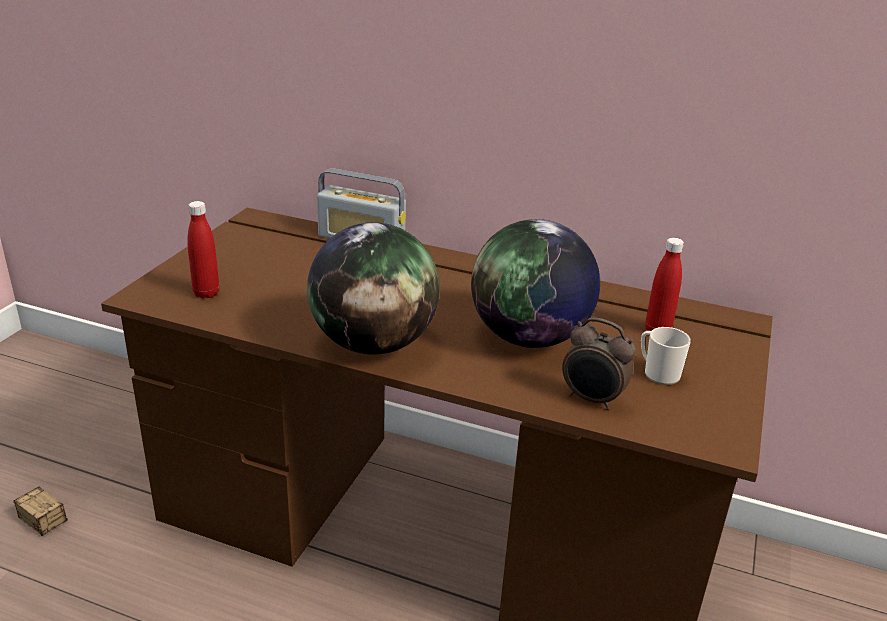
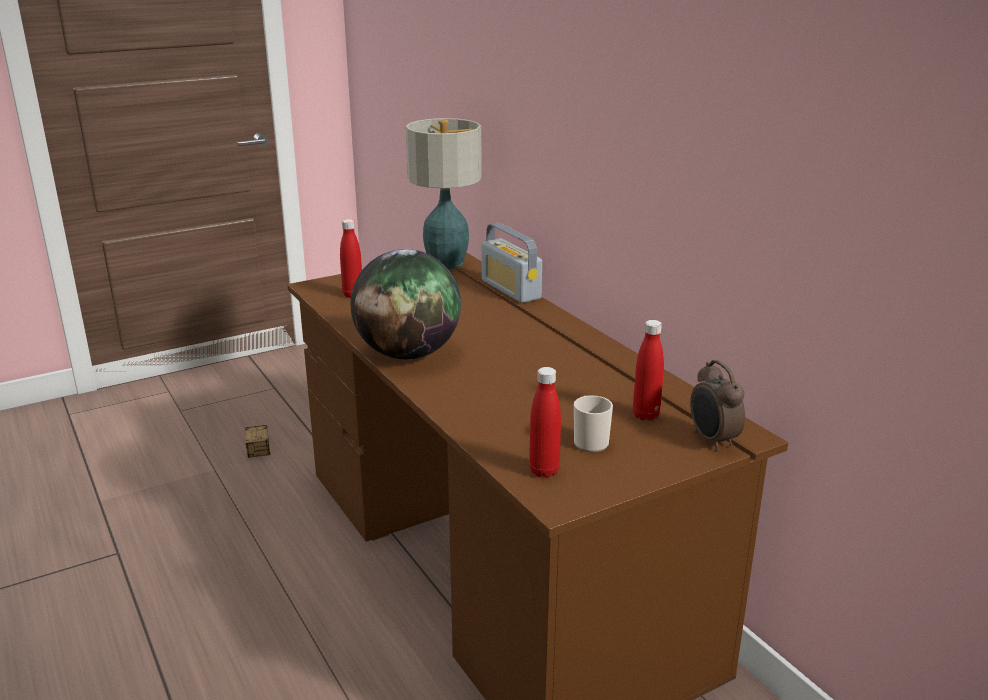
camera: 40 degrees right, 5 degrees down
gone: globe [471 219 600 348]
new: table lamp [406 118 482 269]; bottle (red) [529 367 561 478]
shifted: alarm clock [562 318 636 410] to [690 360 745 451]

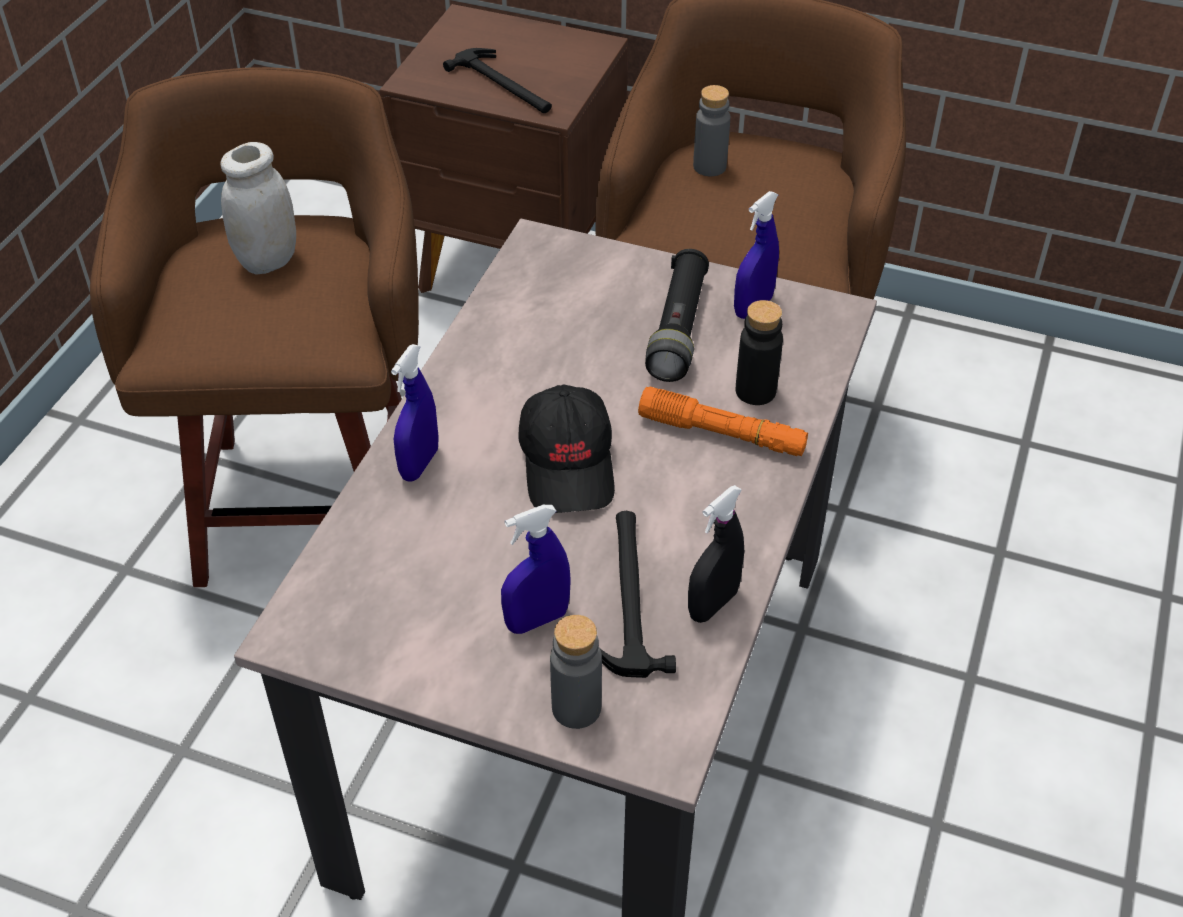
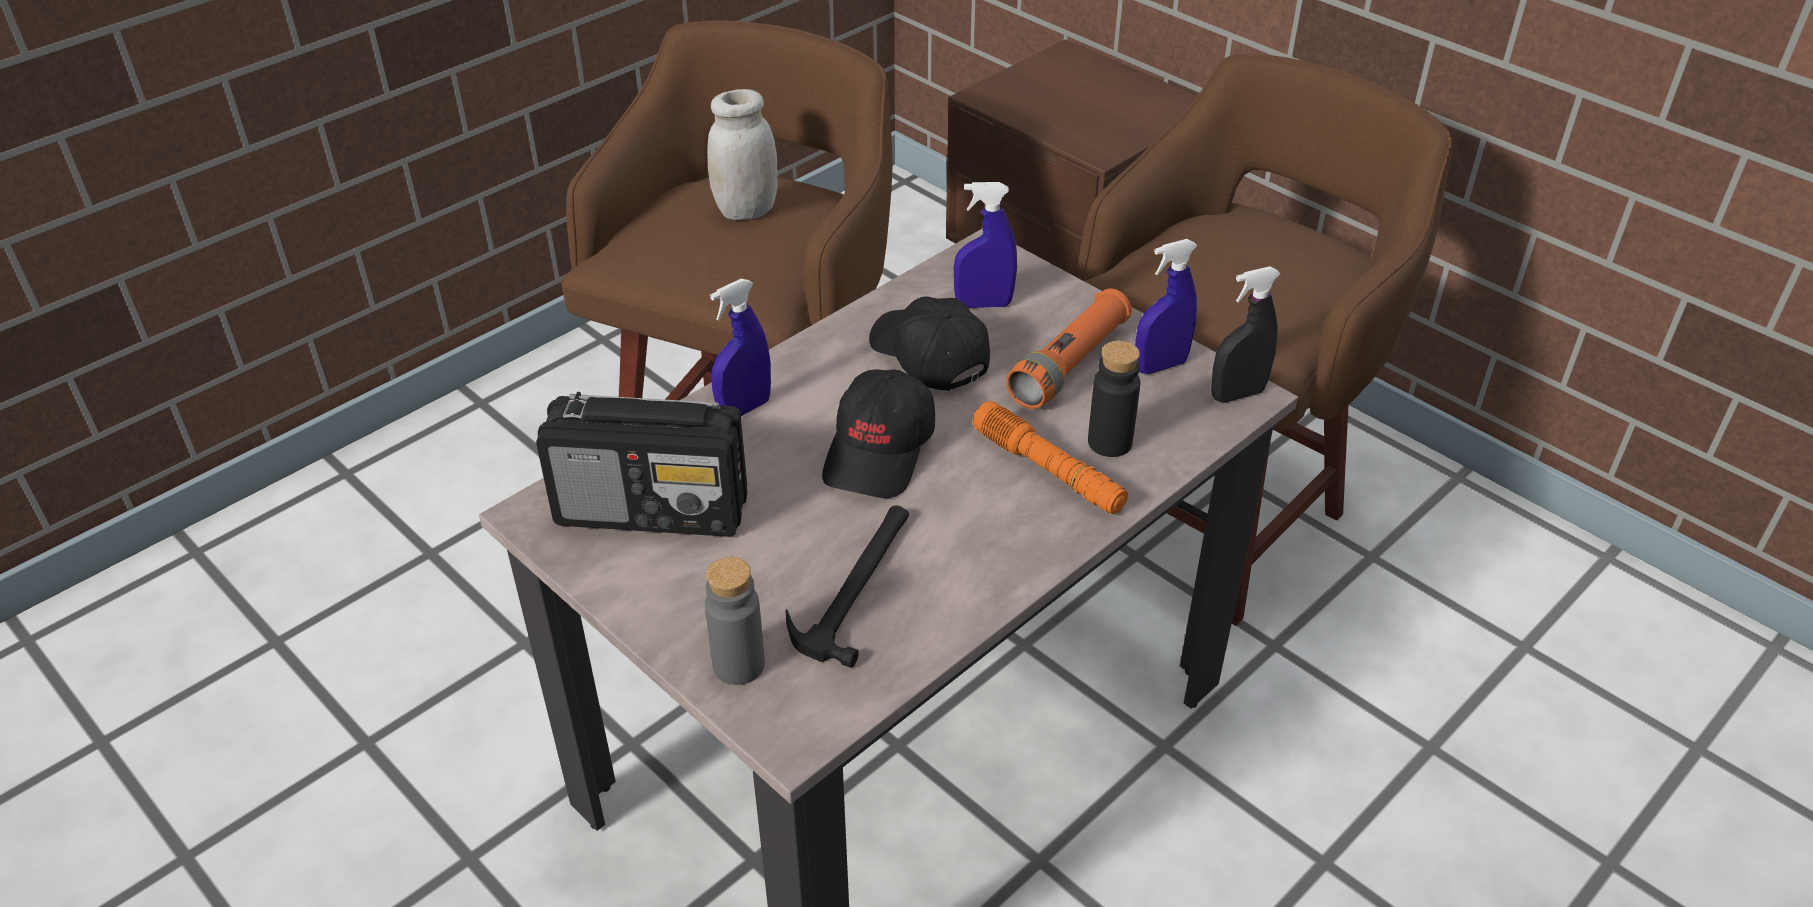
camera: 25 degrees right, 5 degrees down
gone: hammer [443 48 552 113]; bottle (grey) [693 85 730 176]
new: radio [536 392 747 537]; cap (black) [869 297 990 391]
shifted: spray bottle (blue) [501 505 571 634] to [954 182 1017 308]; spray bottle (black) [688 485 744 623] to [1211 266 1281 402]
repainted: flashlight (black) [645 249 709 382] to flashlight (orange) [1006 288 1132 409]

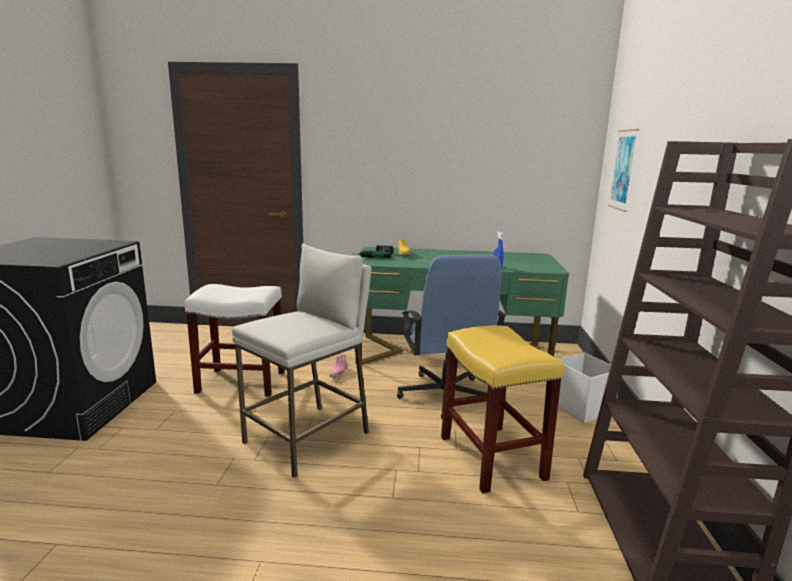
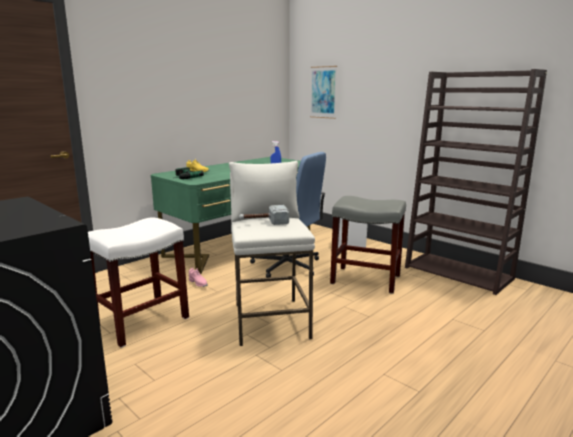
camera: 50 degrees left, 0 degrees up
new: hammer [239 205 289 225]
repainted: stool (yellow) [441 325 564 494] to stool (grey) [330 196 406 294]

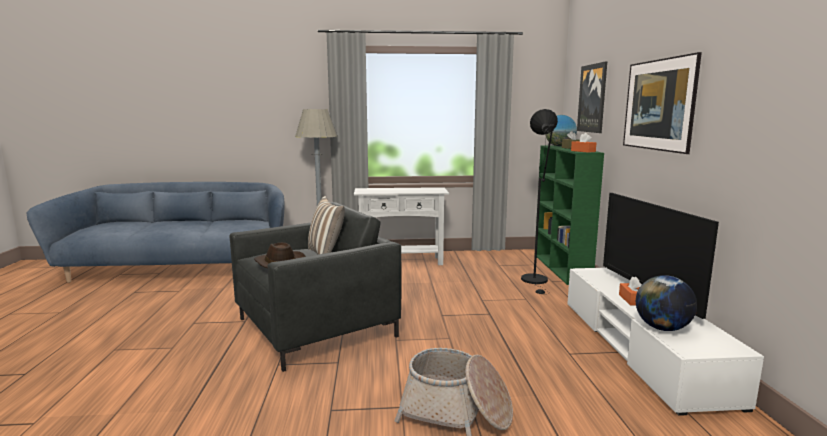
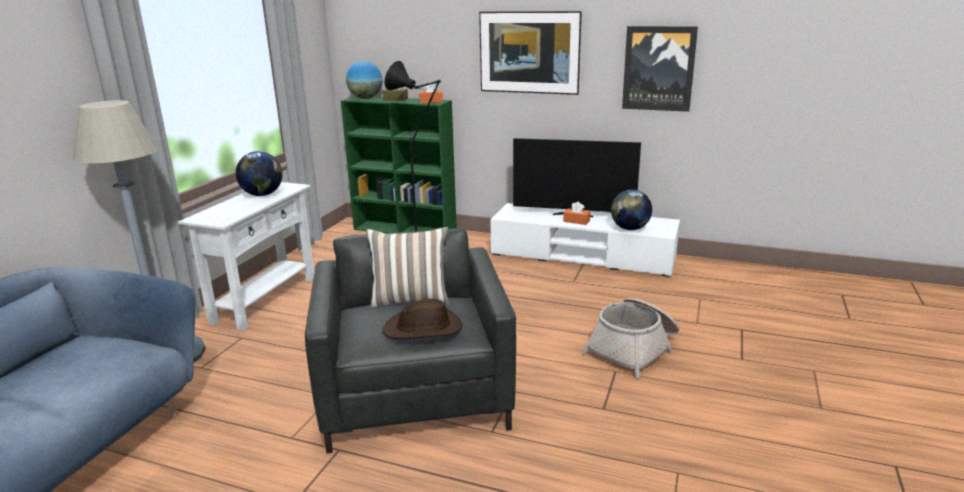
camera: 65 degrees left, 10 degrees up
new: globe [236 151 283 196]
shifted: picture [577 61 607 133] to [622 26 698 112]

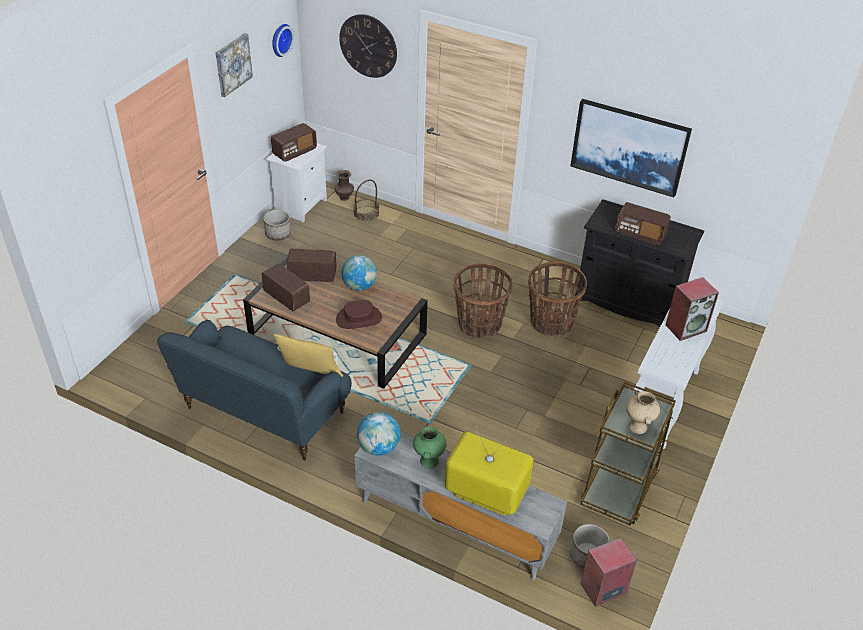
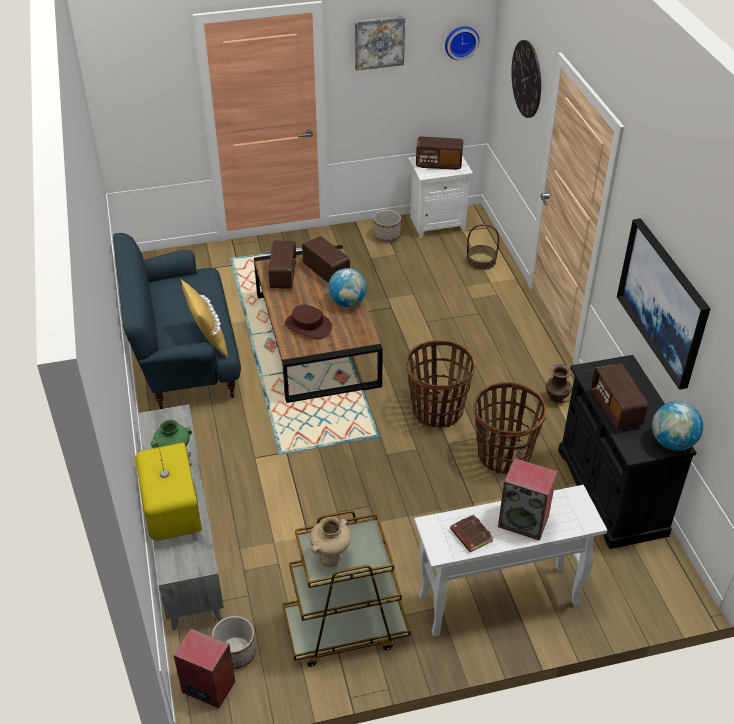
camera: 50 degrees right, 0 degrees up
new: book (brown) [450 514 494 552]
shifted: vase (brown) [335 170 354 201] to [546 364 572 403]; globe [357 412 400 456] to [652 401 703 451]

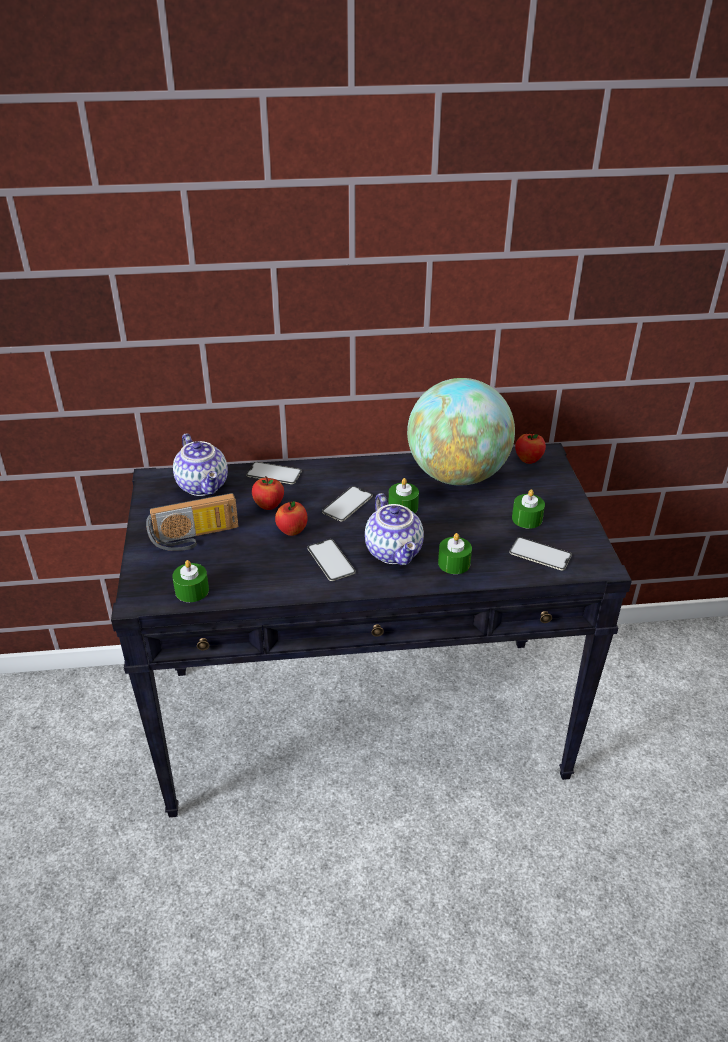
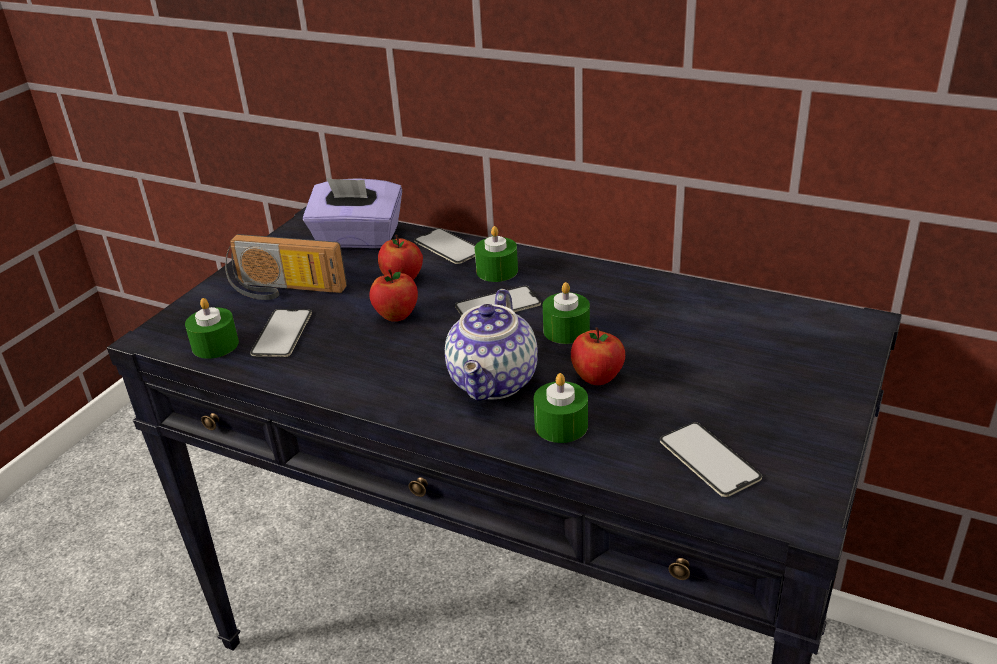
camera: 35 degrees right, 5 degrees down
gone: globe [407 378 515 485]
shifted: phone [307 539 356 581] to [250 309 312 357]; candle (green) [512 489 545 529] to [475 226 518 282]; apple [515 432 546 464] to [571 327 625 385]
swapped: teapot [173 433 228 496] to tissue box (purple) [303 178 402 248]

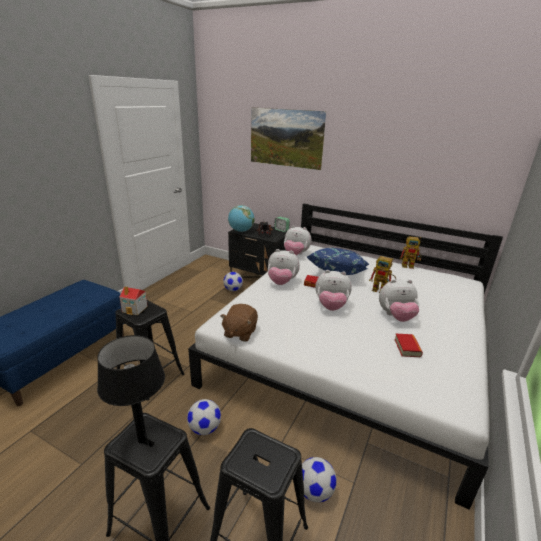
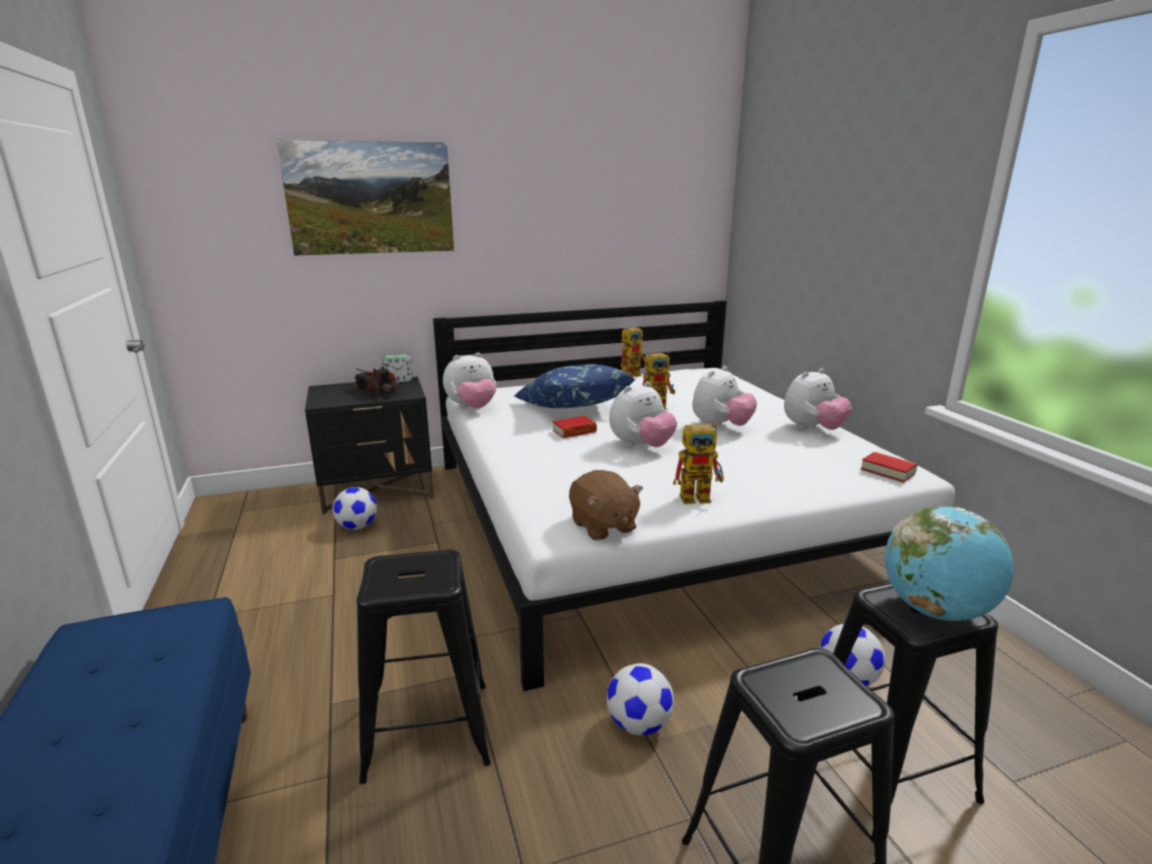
camera: 45 degrees left, 5 degrees down
gone: table lamp (black) [97 335 165 443]; toy house [119 286 148 315]
new: toy robot [673 422 724 504]
shifted: plush toy [268 249 300 285] to [784 368 852 430]; book [394 334 423 357] to [861 452 917 483]; globe [228 205 254 232] to [885 506 1014 621]

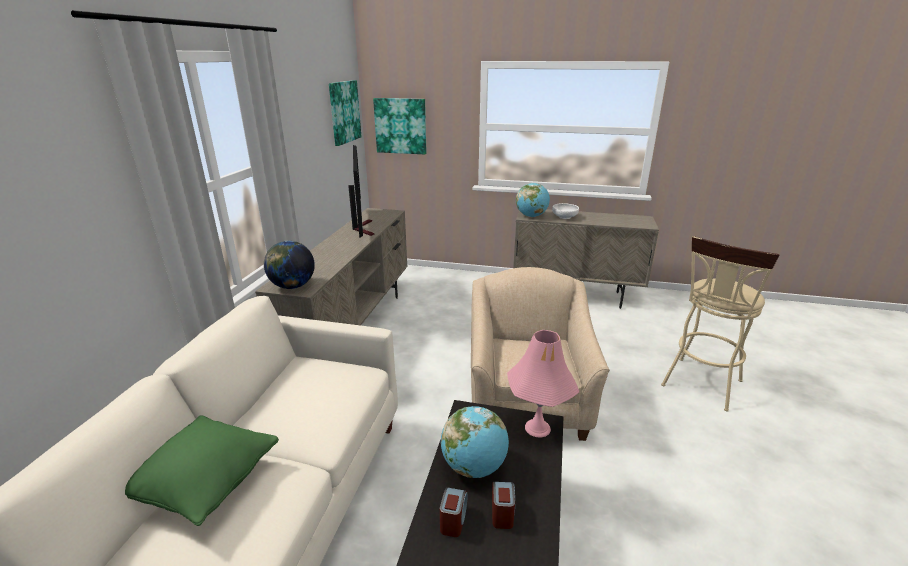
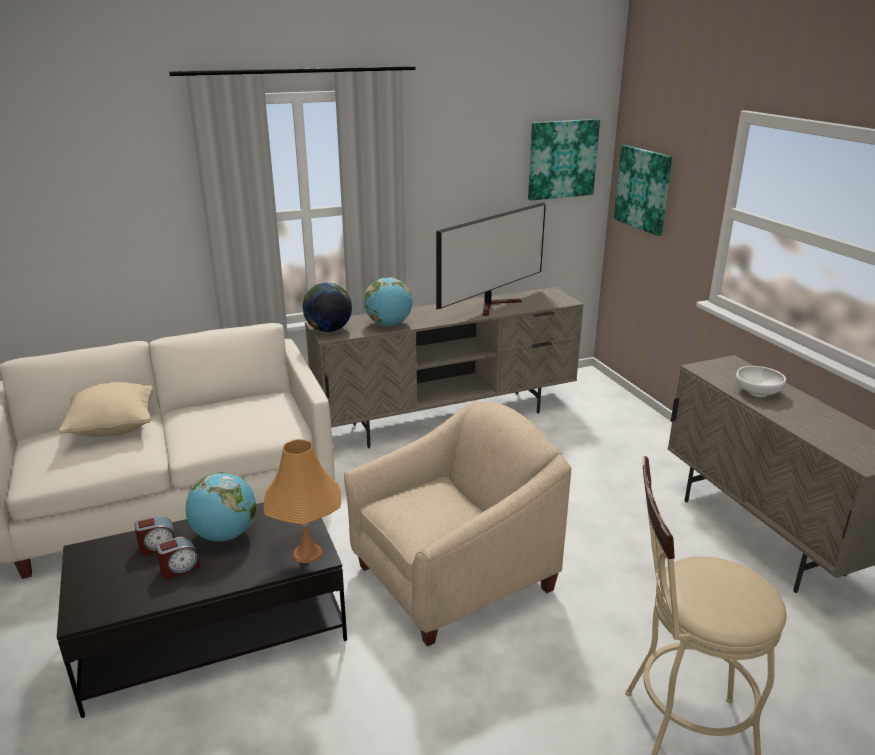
camera: 55 degrees right, 0 degrees up
shifted: globe [516 183 550 217] to [364 277 412 326]
repainted: pillow (green) [125 415 279 526] to pillow (beige) [59 382 154 437]; table lamp (pink) [507 330 579 438] to table lamp (orange) [264 439 341 563]

